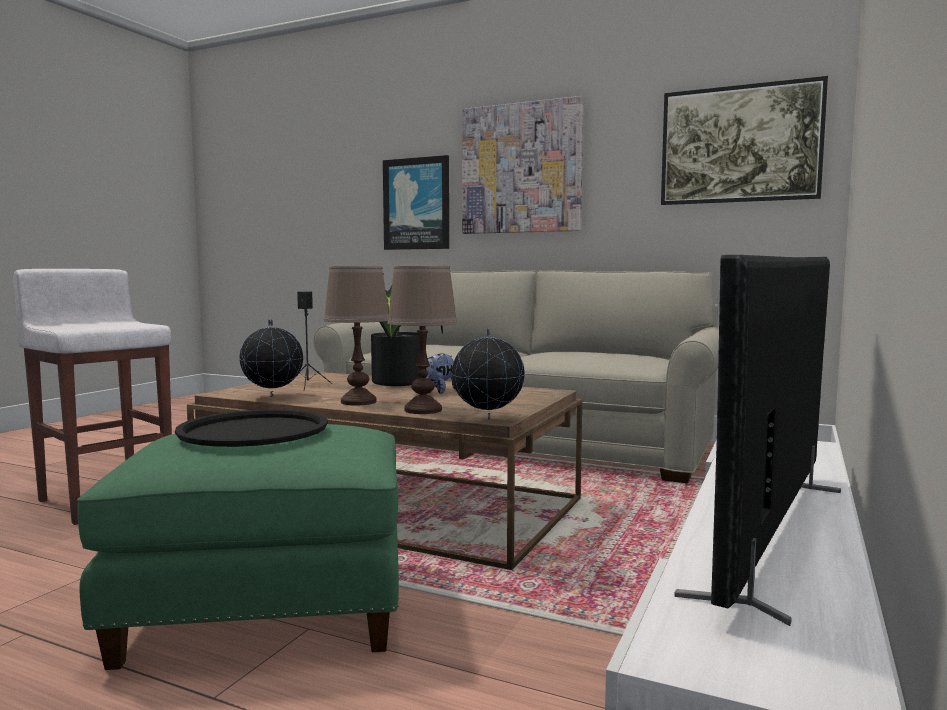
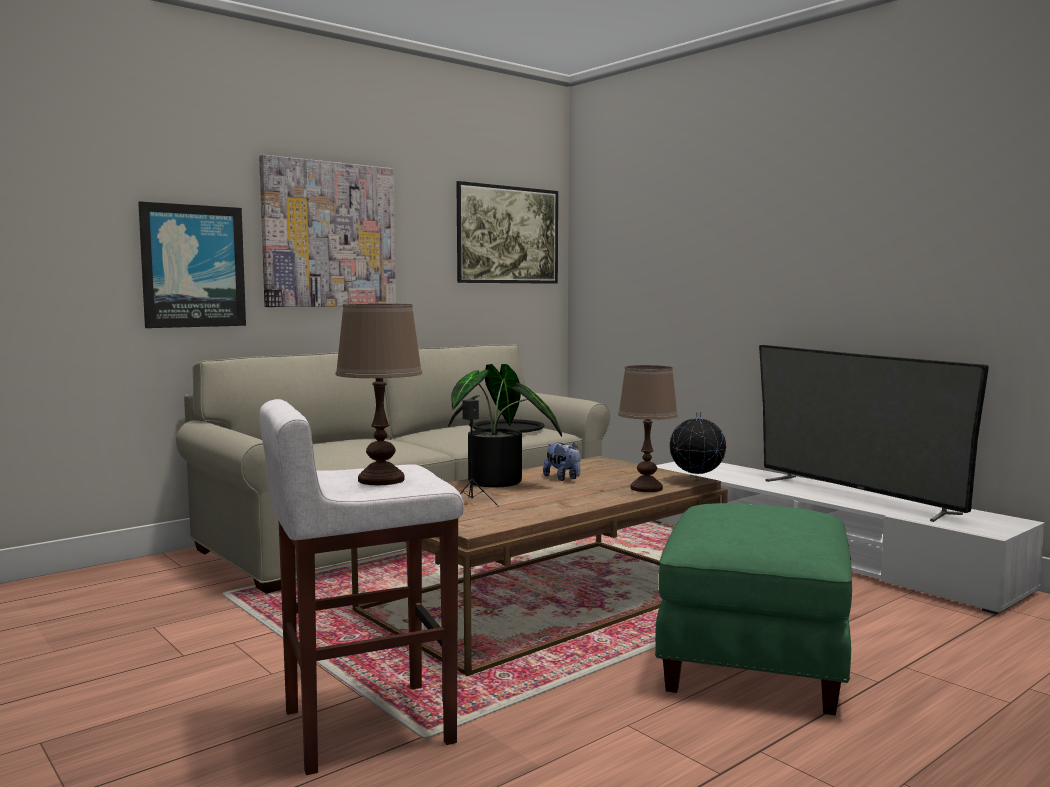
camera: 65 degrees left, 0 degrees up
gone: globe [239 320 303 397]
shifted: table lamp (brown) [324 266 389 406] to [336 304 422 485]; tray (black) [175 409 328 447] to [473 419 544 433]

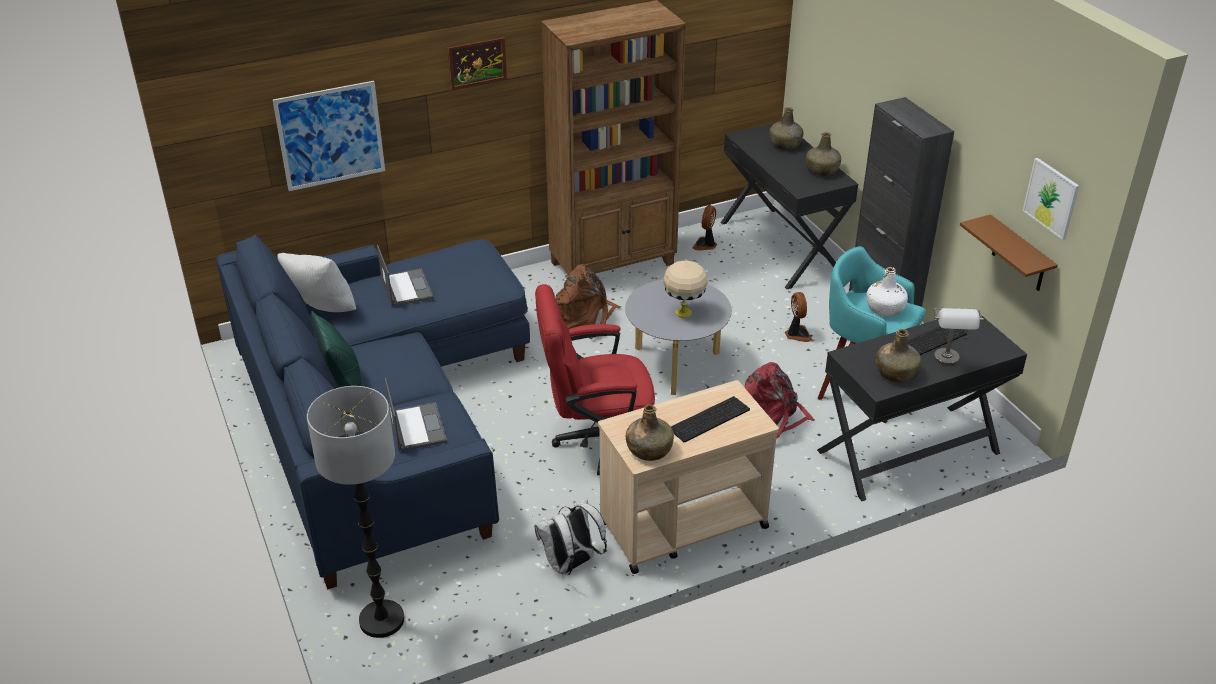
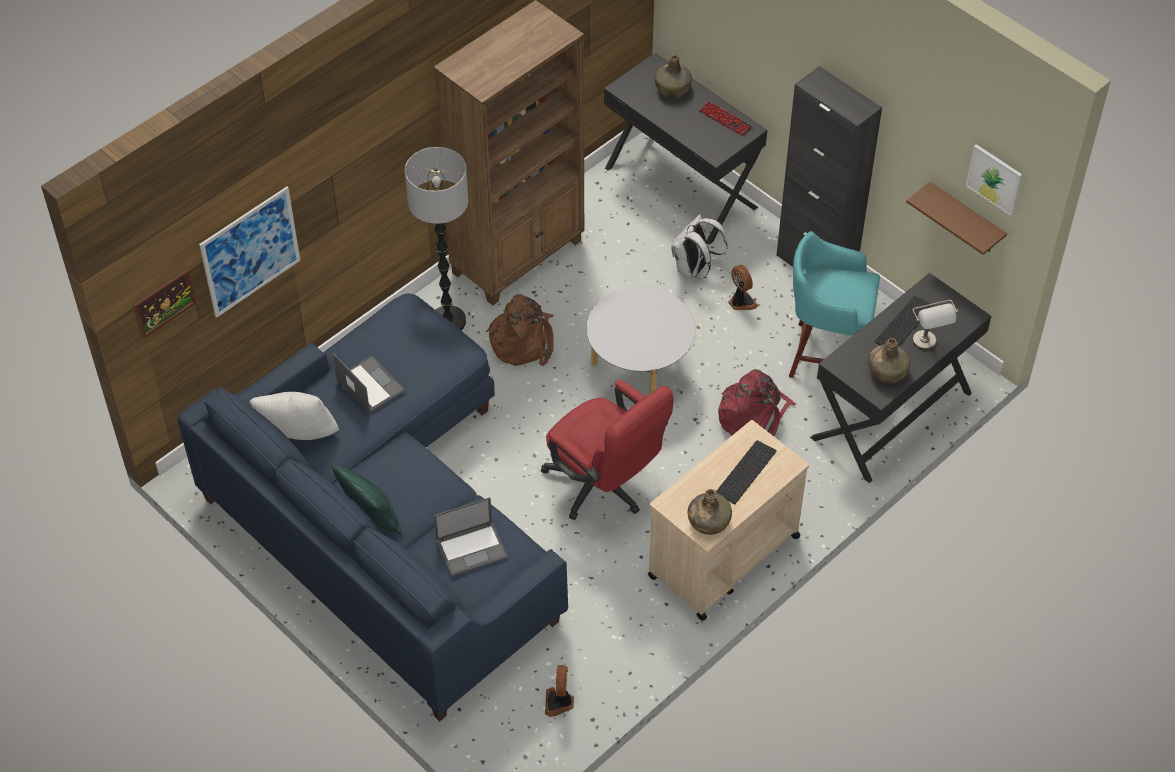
camera: 20 degrees left, 15 degrees up
gone: table lamp (beige) [663 260 708 318]; bottle (white) [866 267 908 317]
shifted: picture [447 37 507 90] to [133 269 197 339]; floor lamp [307 386 404 638] to [405 147 468 331]; fan [693 205 717 250] to [545 665 574 717]; backpack (white) [534 498 607 575] to [671 214 728 279]
swapped: bottle (green) [806 132 841 177] to keyboard [699 101 752 136]
rotated: laptop [385 378 447 452] = [434 497 508 577] 105 degrees clockwise; office chair (red) [535 284 655 475] = [541 380 674 520] 105 degrees counterclockwise

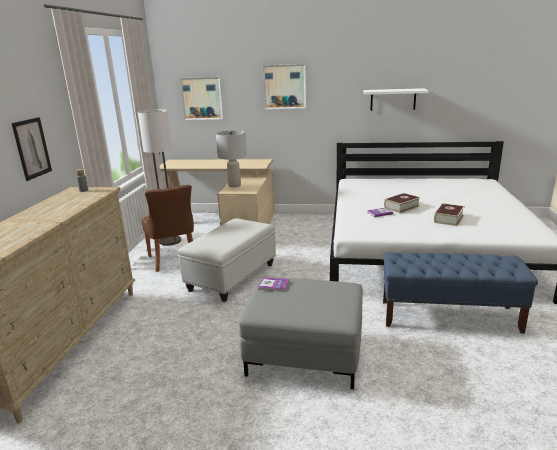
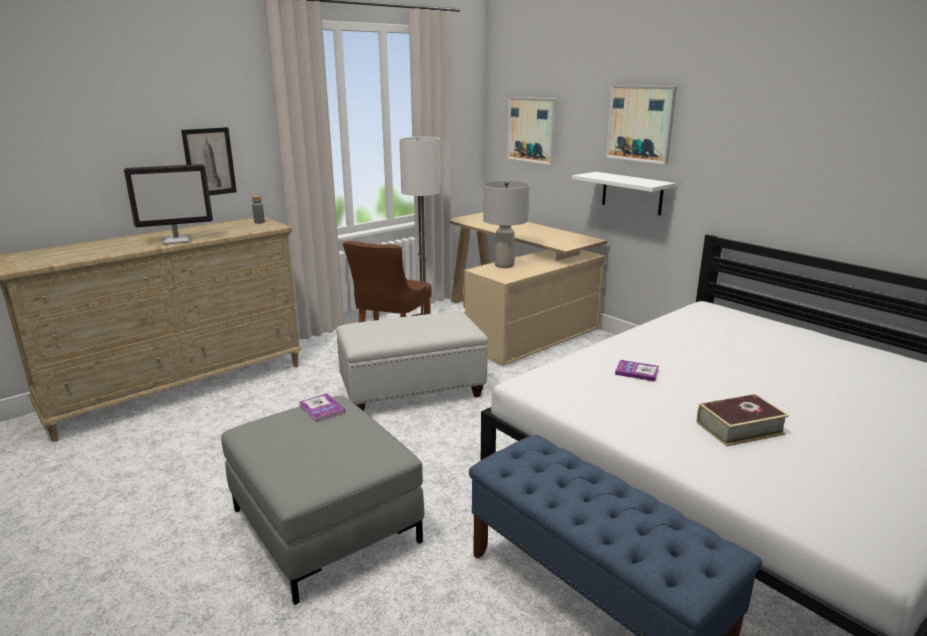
camera: 40 degrees right, 0 degrees up
gone: book [384 193 420 213]
new: monitor [124 164 213 245]
shifted: shelf (white) [363 88 428 111] to [572 172 676 215]

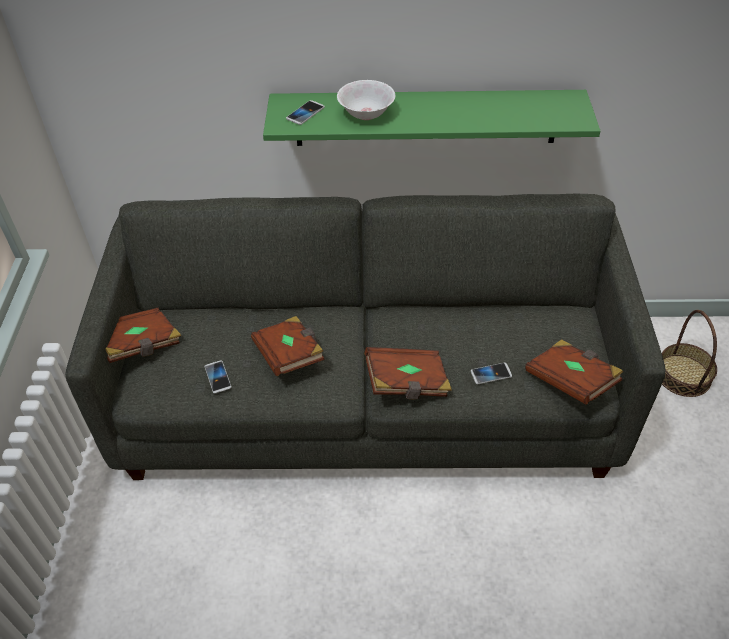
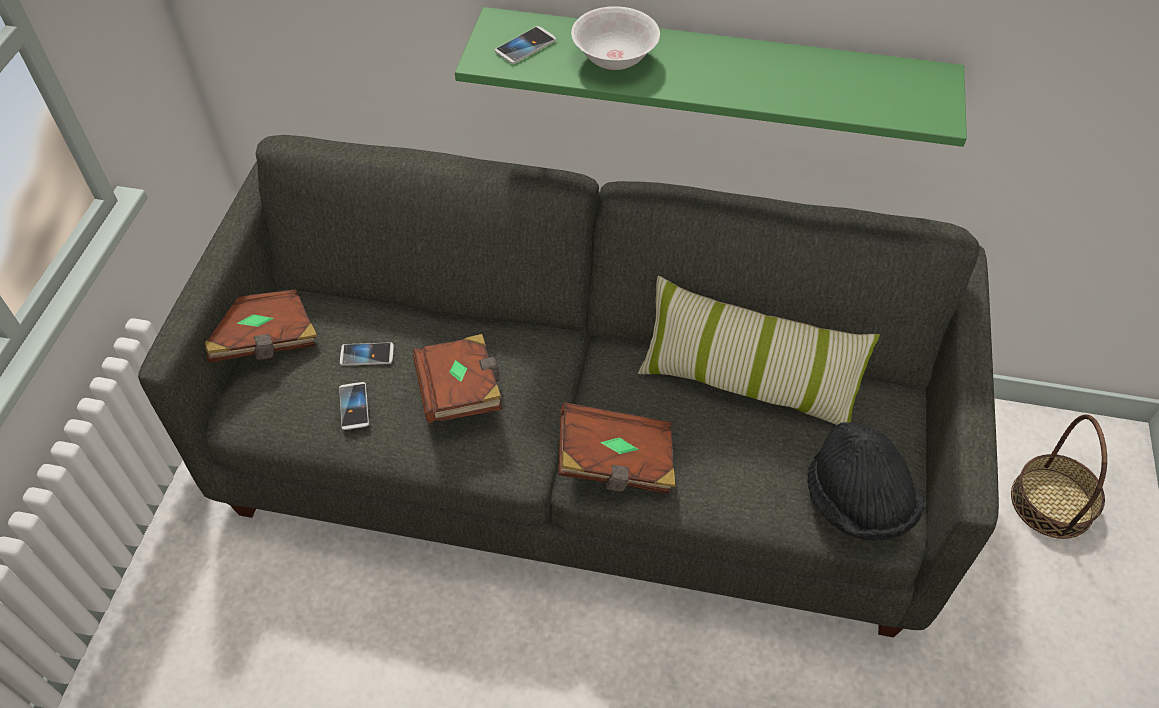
camera: 10 degrees right, 5 degrees up
new: pillow [638 276 880 425]
shifted: phone [471 363 512 384] to [340 343 394 366]
swapped: book (brown) [525 339 623 405] to hat (black) [807 422 924 541]

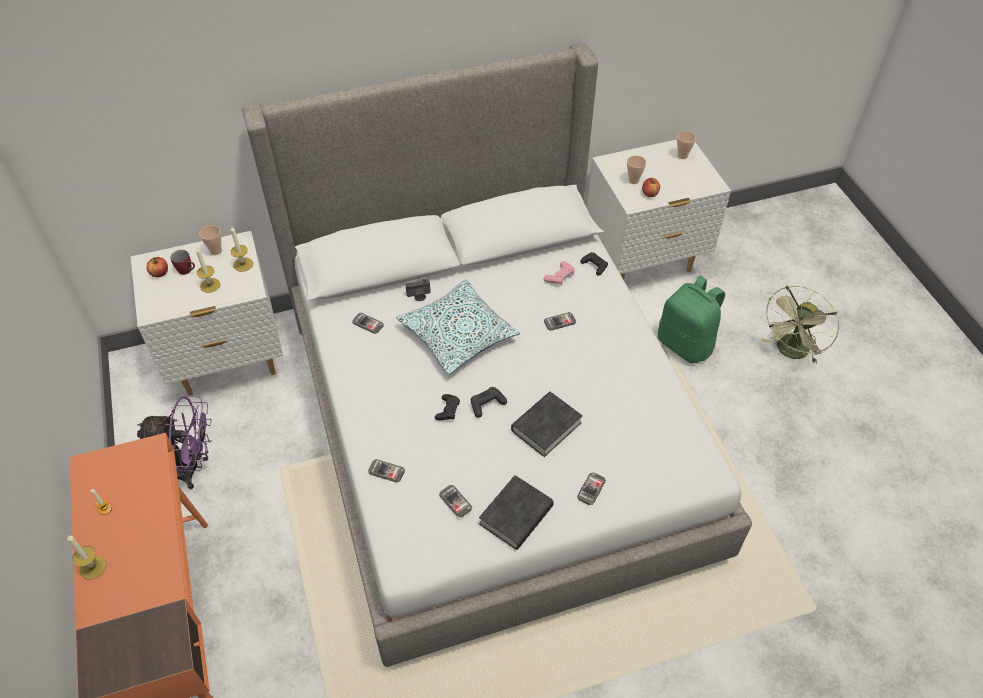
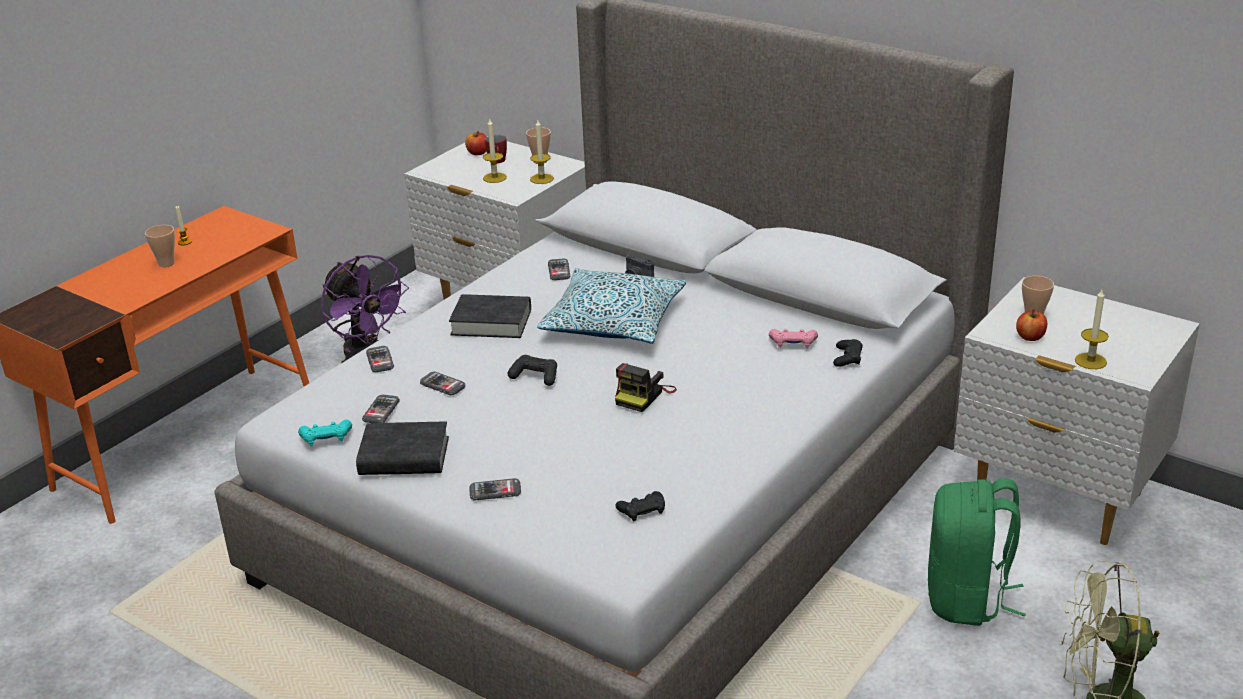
camera: 55 degrees right, 20 degrees down
new: game controller (turquoise) [298 420 352 446]; photo camera [615 363 677 412]
shifted: cup [677 131 696 159] to [145 225 175 267]; phone [544 312 576 331] to [420 372 465 395]; book (black) [511 392 582 457] to [449 294 531 338]; game controller (black) [435 394 460 420] to [616 491 665 521]; candle [67 535 107 580] to [1075 289 1109 369]

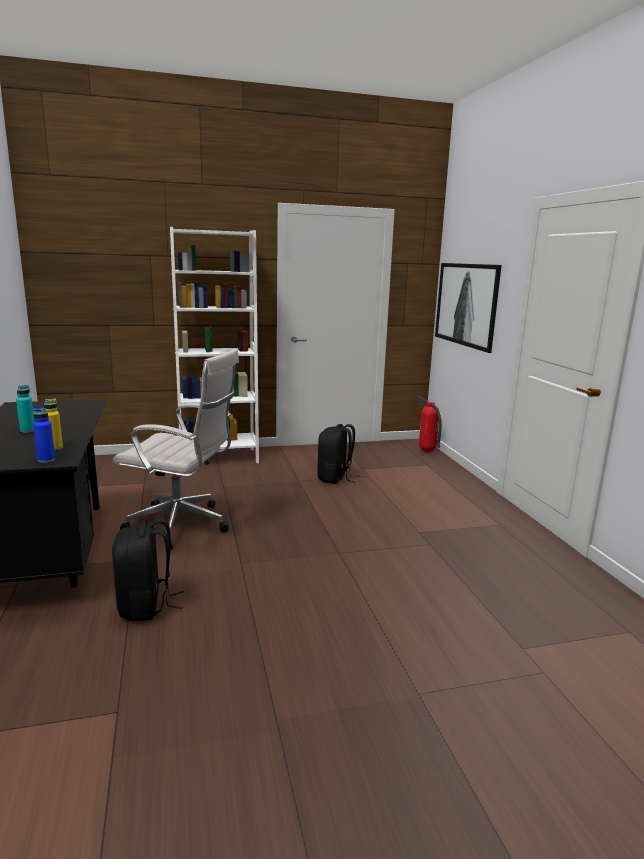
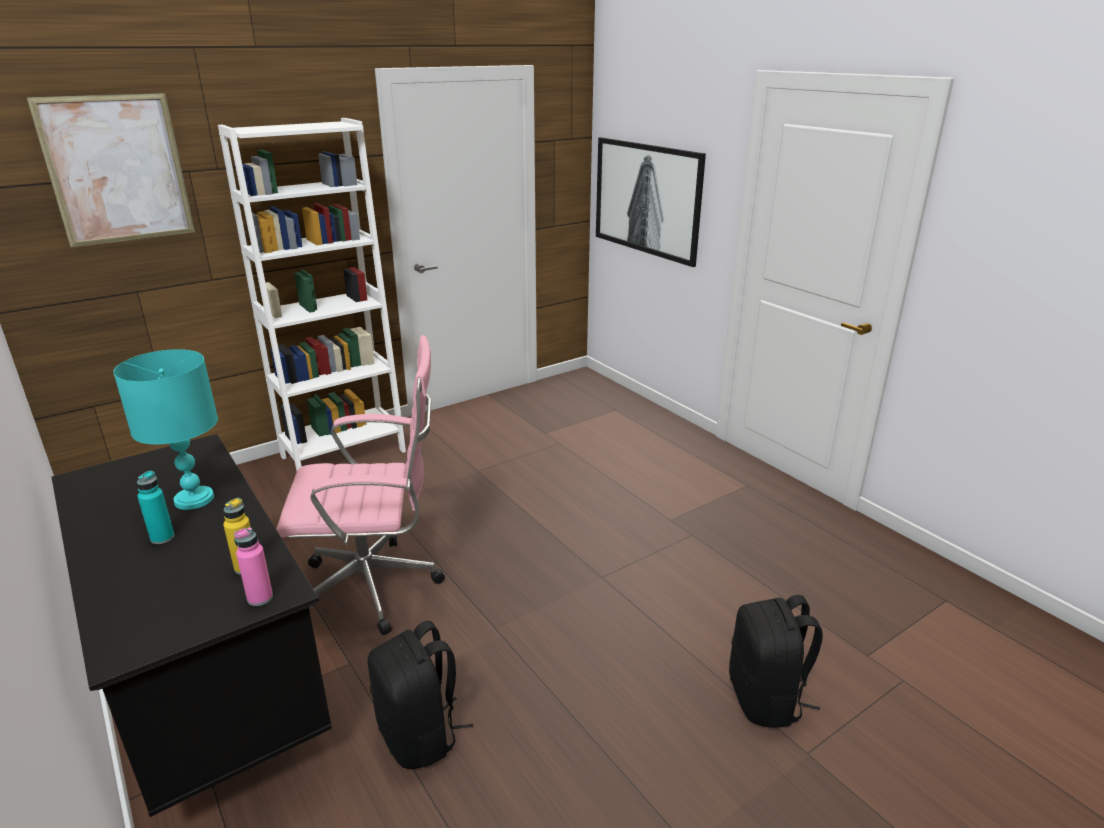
camera: 20 degrees left, 10 degrees up
gone: fire extinguisher [416 396 442 452]
new: picture [26 93 195 248]; table lamp (turquoise) [113 349 218 510]
shifted: backpack (black) [317 424 355 484] to [729 595 823 728]
repainted: bottle (blue) [33 408 55 463] to bottle (pink) [234 527 273 606]; office chair (white) [113 348 239 549] to office chair (pink) [276 335 445 635]

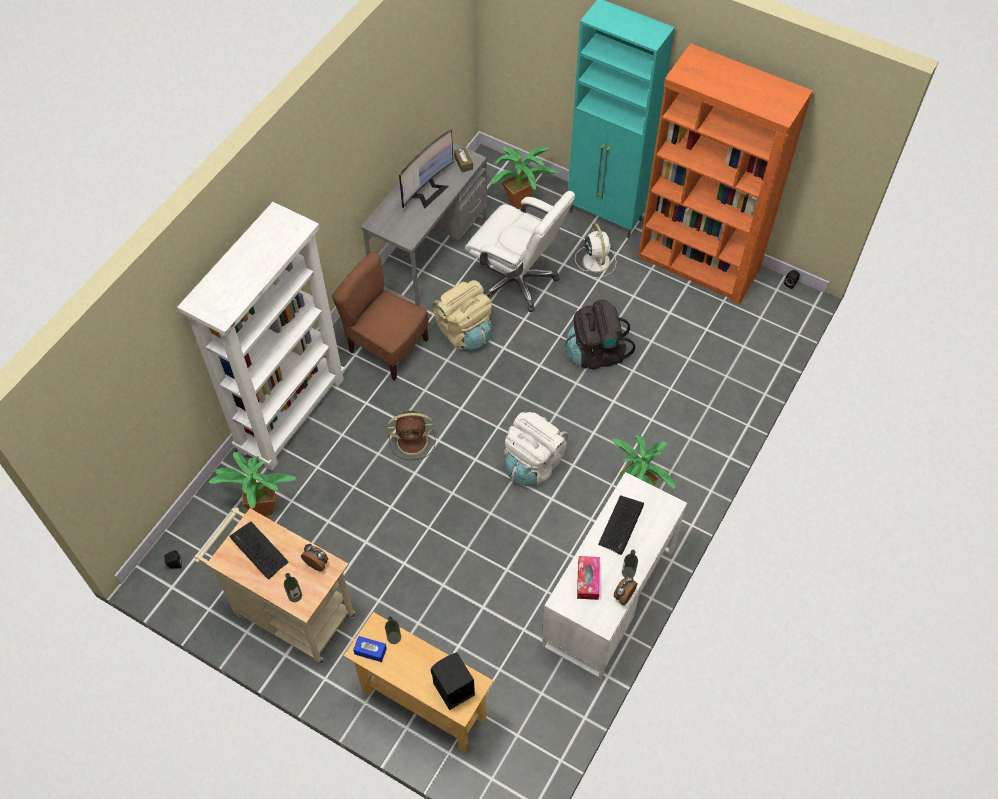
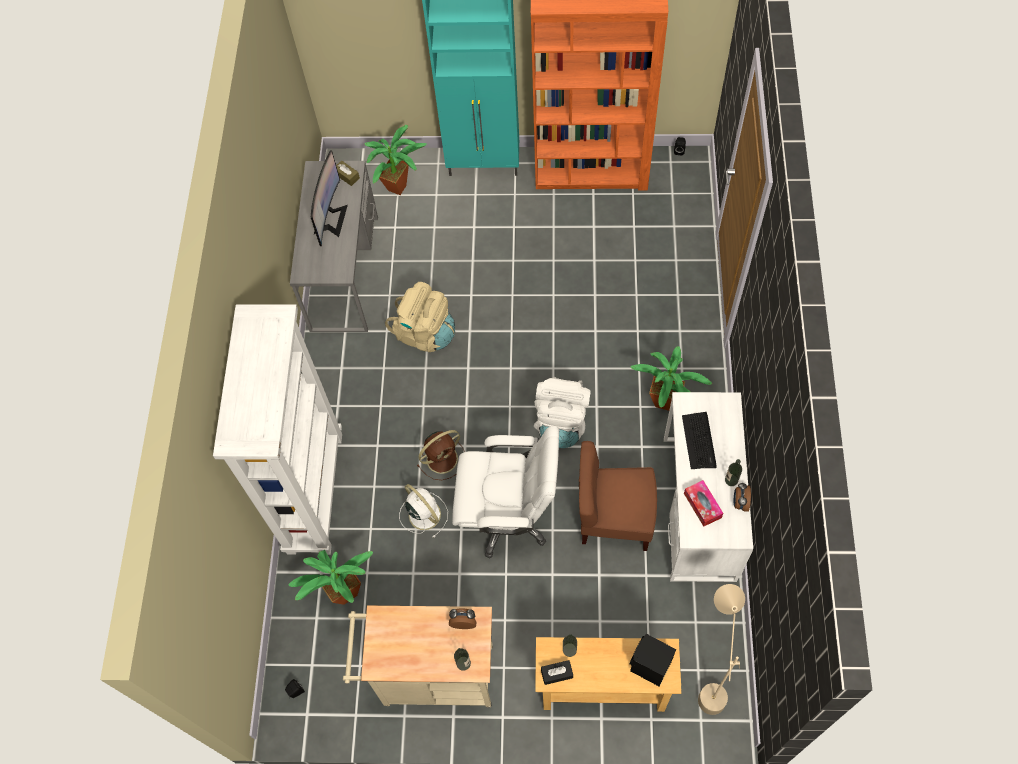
camera: 25 degrees left, 5 degrees up
gone: keyboard [229 522 289 579]; backpack (black) [565 300 635 369]
new: floor lamp (beige) [698 584 745 715]
shifted: fan (white) [575 223 616 279] to [399 484 448 537]; office chair (white) [465 191 575 312] to [452 426 559 558]; chair (brown) [332 251 428 381] to [579 441 657 551]
repainted: tissue box (blue) [353 636 387 662] to tissue box (black) [541 660 573 685]

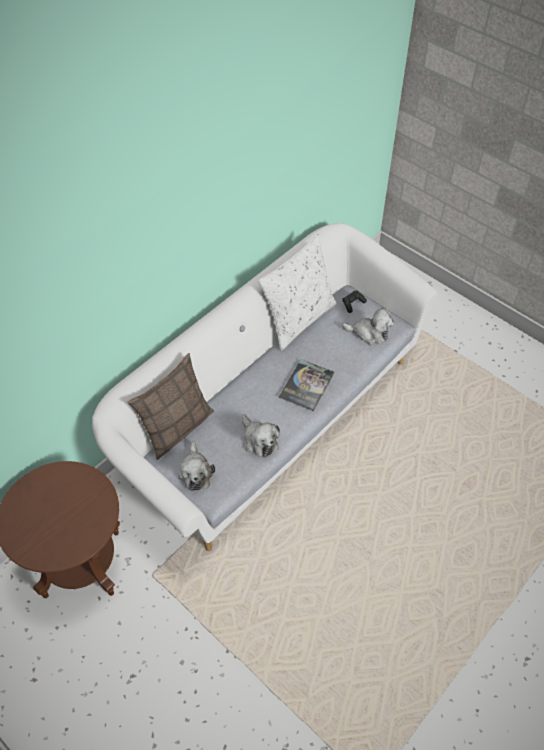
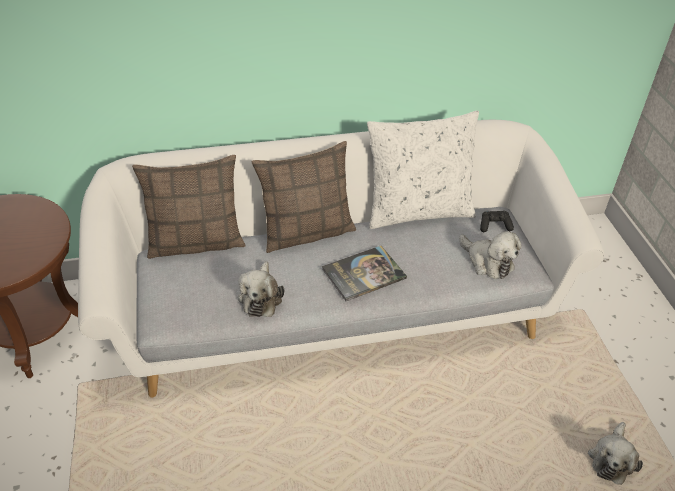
camera: 35 degrees right, 10 degrees down
new: pillow [251 141 356 253]
shifted: plush toy [178 441 215 491] to [588 422 643 485]

